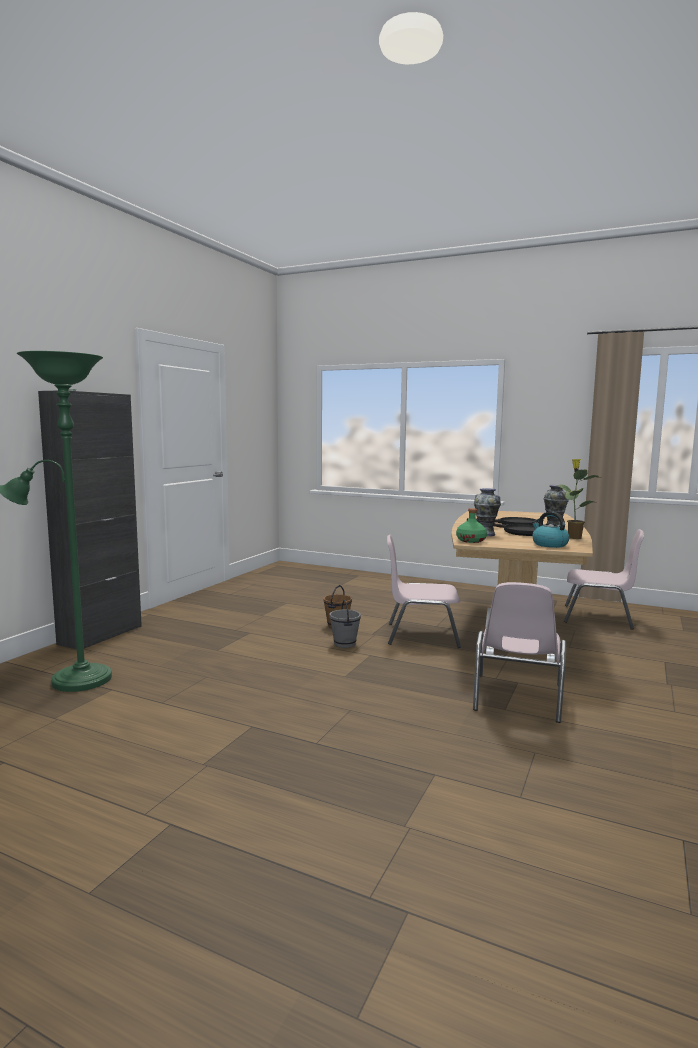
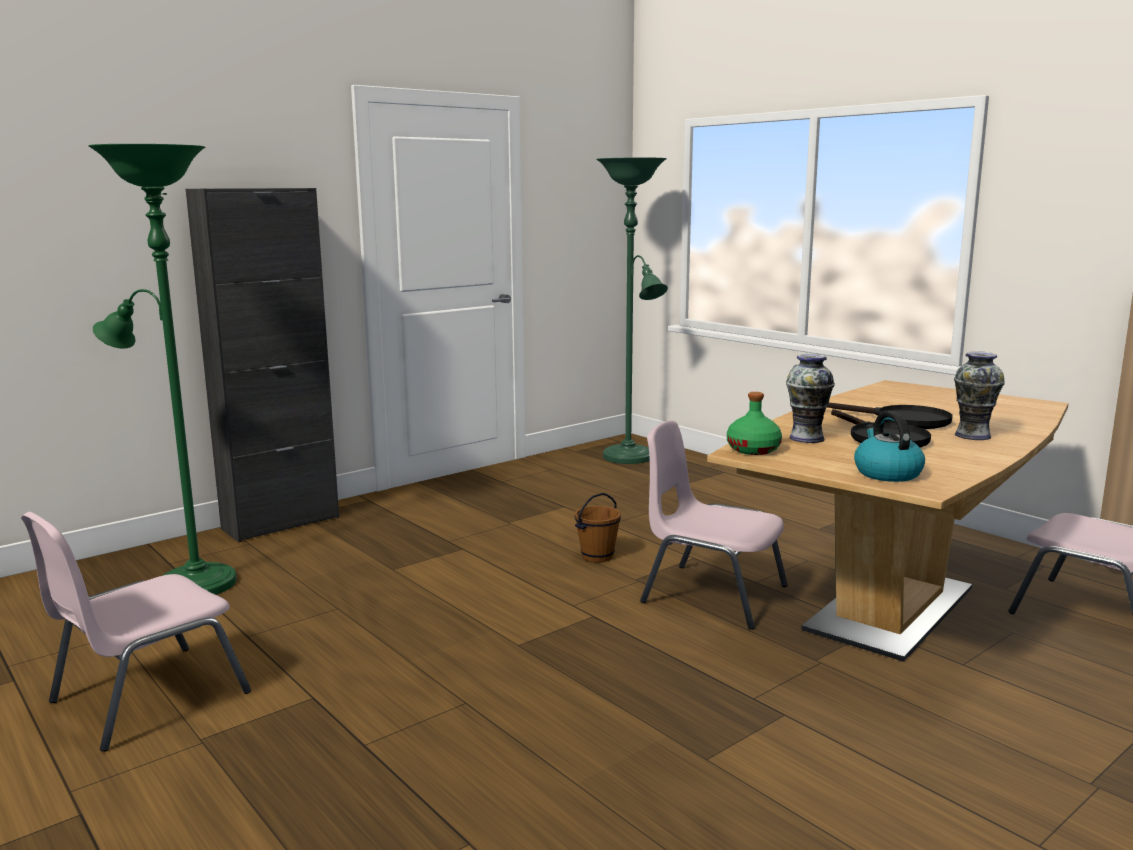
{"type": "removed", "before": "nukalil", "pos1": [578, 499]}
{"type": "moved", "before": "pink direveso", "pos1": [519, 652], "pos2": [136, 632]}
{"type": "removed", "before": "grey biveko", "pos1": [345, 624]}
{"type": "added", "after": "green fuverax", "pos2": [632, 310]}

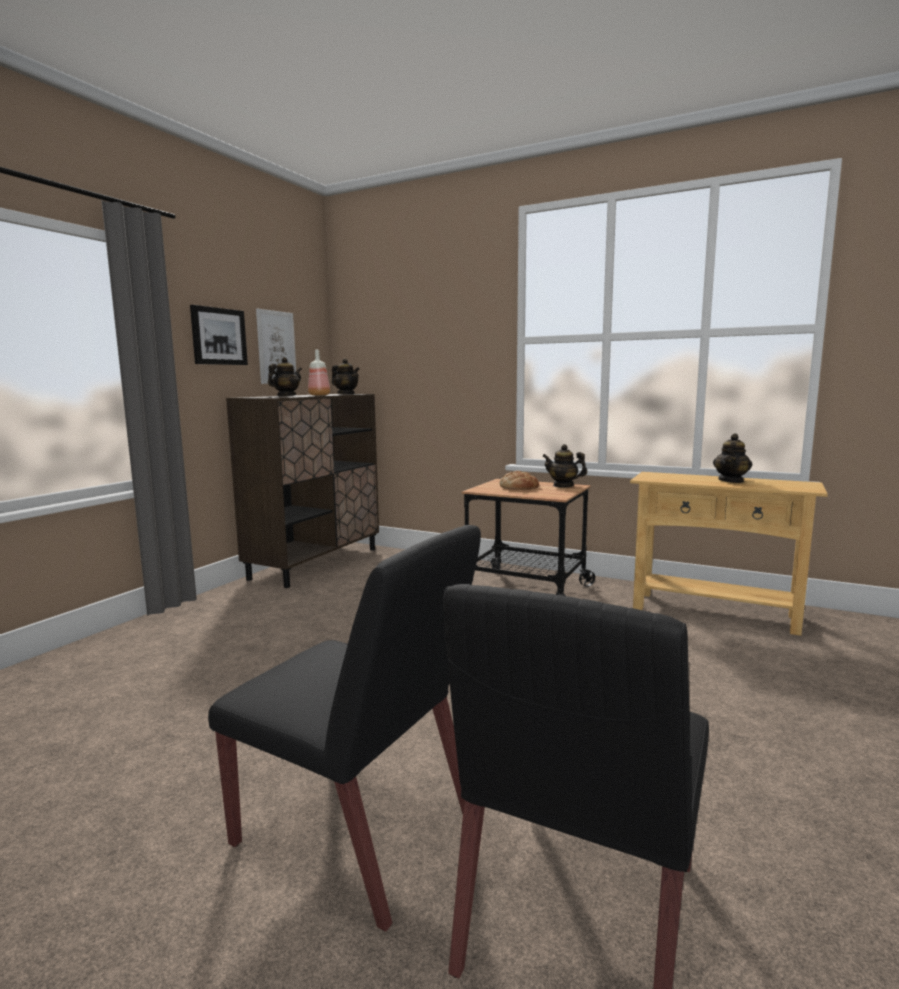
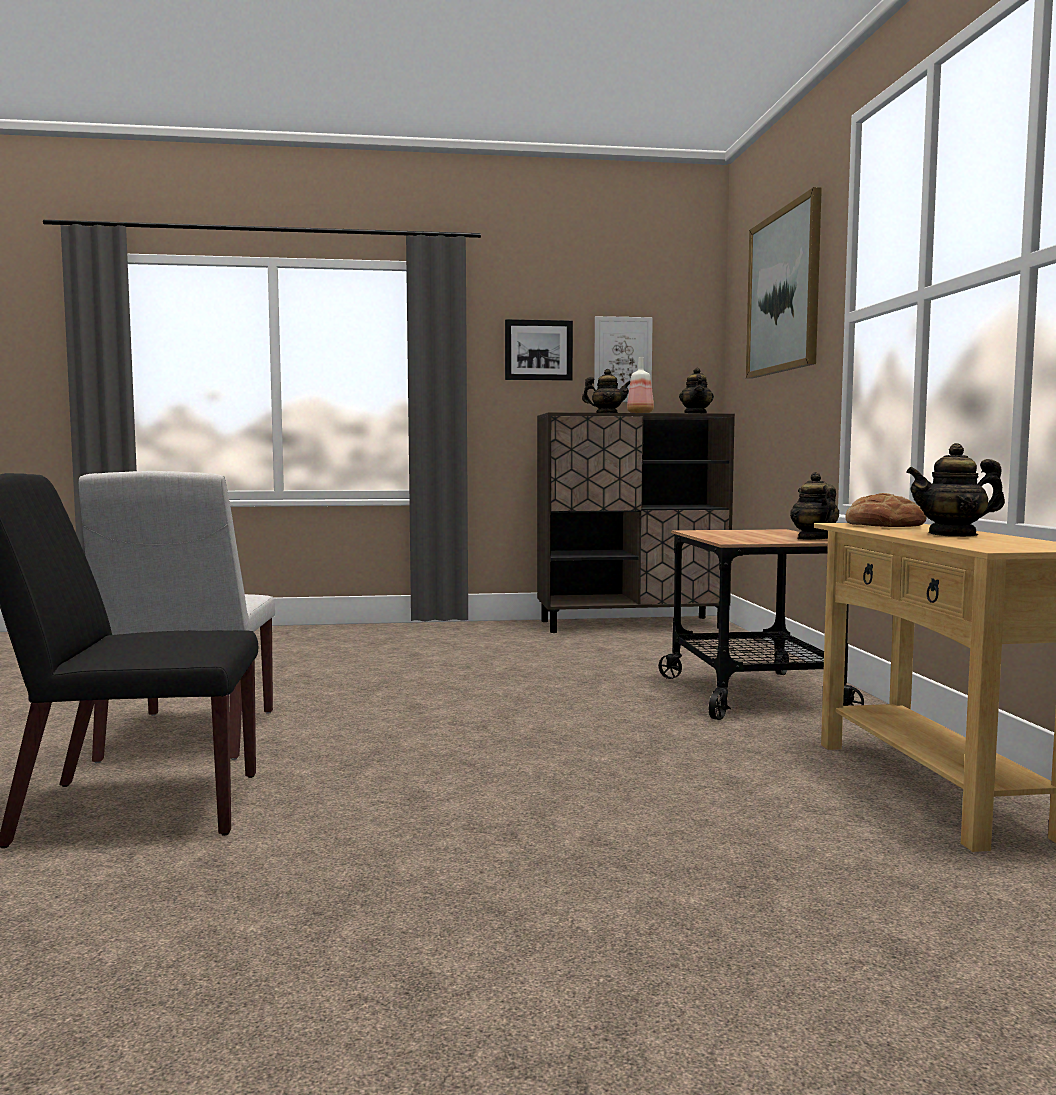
{"type": "moved", "before": "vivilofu", "pos1": [519, 480], "pos2": [886, 510]}
{"type": "recoloured", "before": "black direveso", "after": "white direveso", "pos1": [344, 728], "pos2": [177, 617]}
{"type": "added", "after": "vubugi", "pos2": [784, 282]}

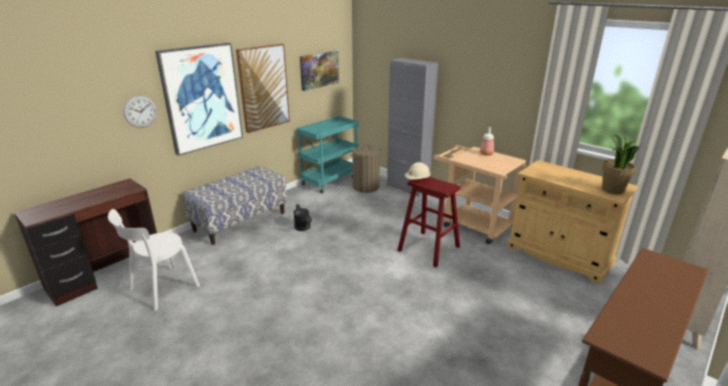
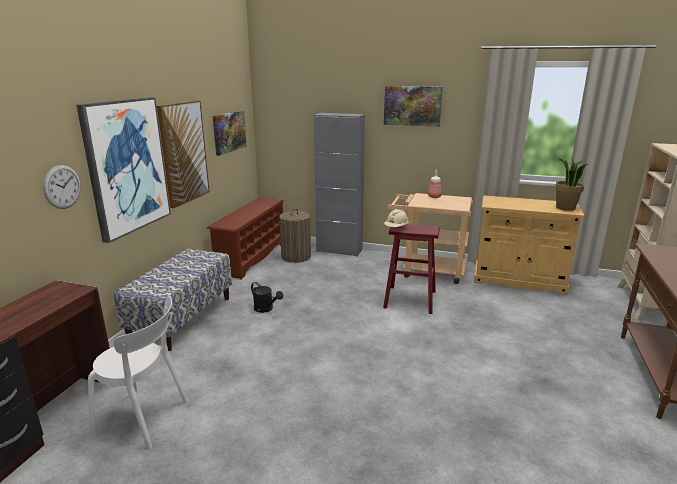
{"type": "replaced", "before": "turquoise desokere", "after": "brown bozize", "pos1": [328, 154], "pos2": [245, 239]}
{"type": "turned", "before": "white direveso", "pos1": [154, 260], "pos2": [138, 372], "turn": -90}
{"type": "added", "after": "vubugi", "pos2": [413, 106]}

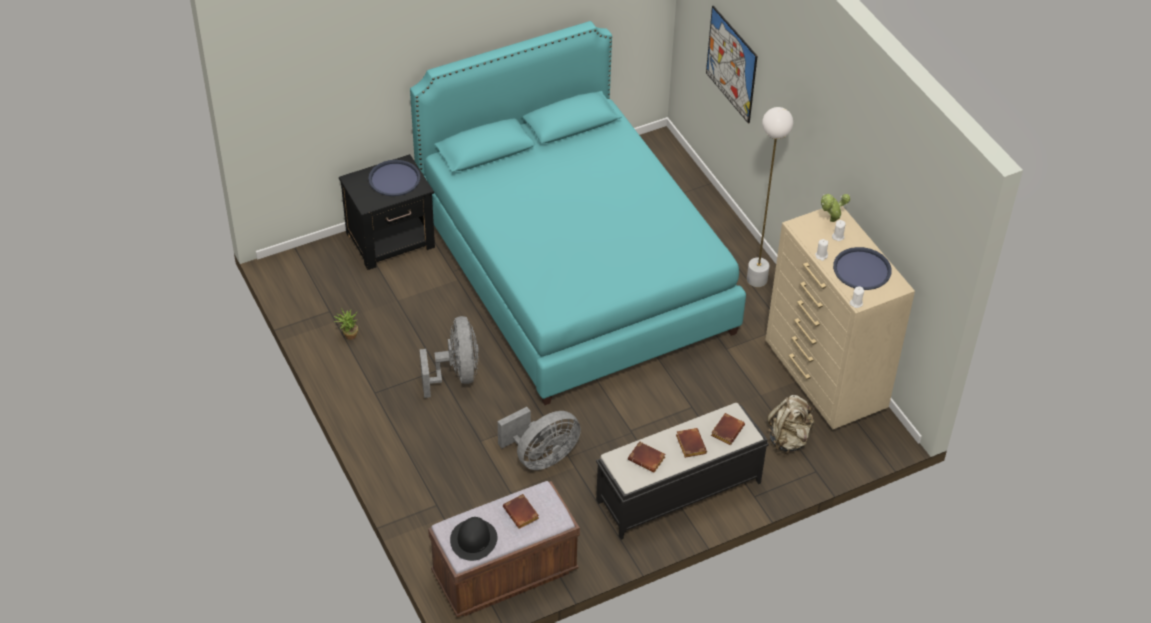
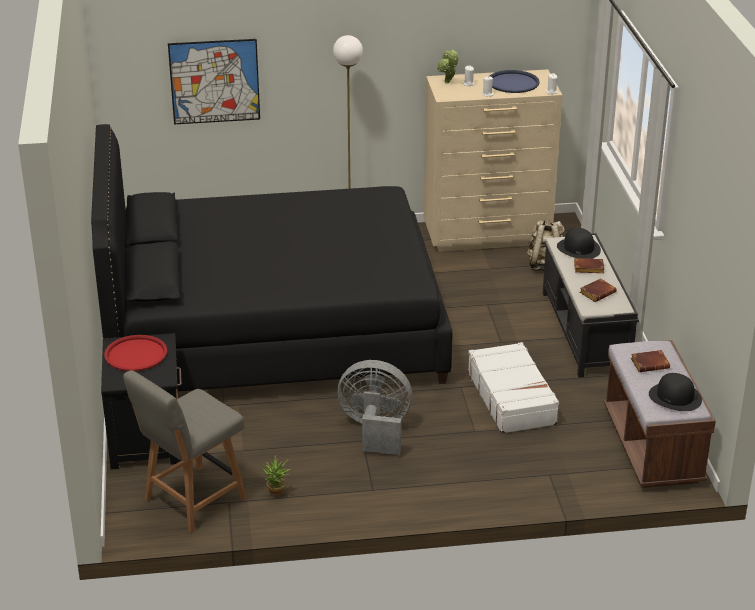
{"type": "recoloured", "before": "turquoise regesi", "after": "black regesi", "pos1": [578, 213], "pos2": [272, 258]}
{"type": "recoloured", "before": "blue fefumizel", "after": "red fefumizel", "pos1": [394, 178], "pos2": [135, 353]}
{"type": "replaced", "before": "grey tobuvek", "after": "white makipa", "pos1": [539, 438], "pos2": [513, 388]}
{"type": "replaced", "before": "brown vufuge", "after": "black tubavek", "pos1": [728, 429], "pos2": [579, 243]}
{"type": "added", "after": "grey direveso", "pos2": [185, 451]}

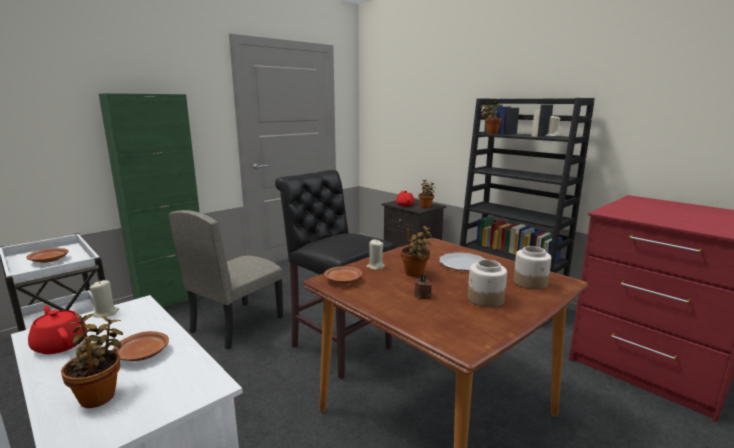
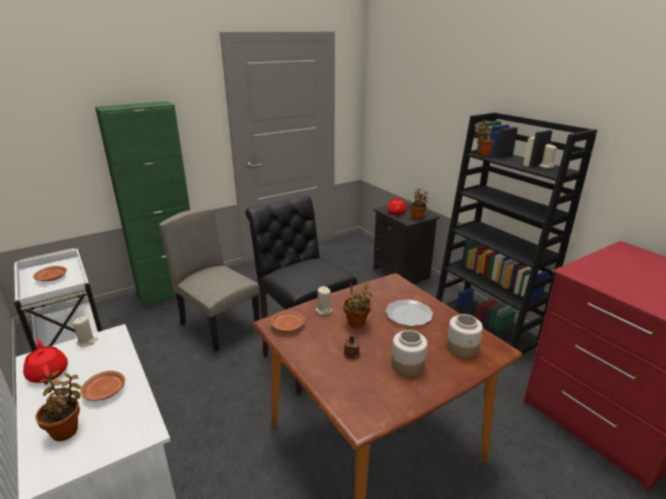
{"type": "turned", "before": "beige direveso", "pos1": [226, 280], "pos2": [209, 280], "turn": 90}

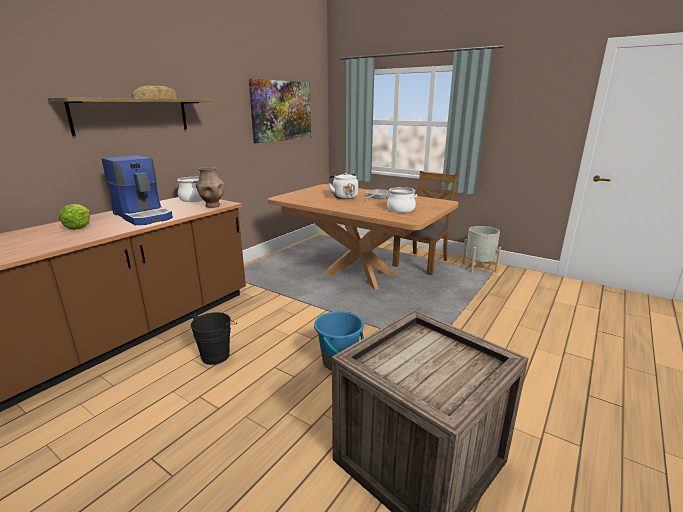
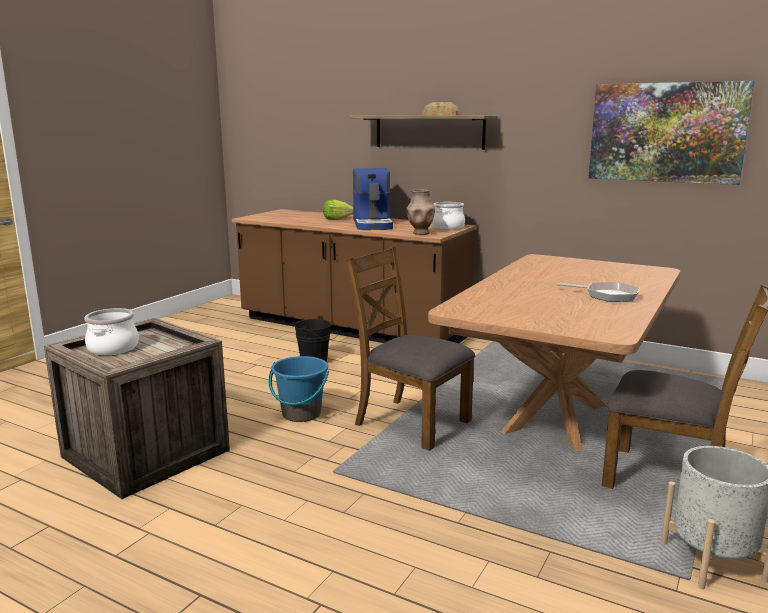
{"type": "turned", "before": "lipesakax", "pos1": [137, 190], "pos2": [373, 199], "turn": -45}
{"type": "removed", "before": "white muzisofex", "pos1": [343, 186]}
{"type": "moved", "before": "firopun", "pos1": [402, 200], "pos2": [111, 331]}
{"type": "added", "after": "brown direveso", "pos2": [410, 349]}

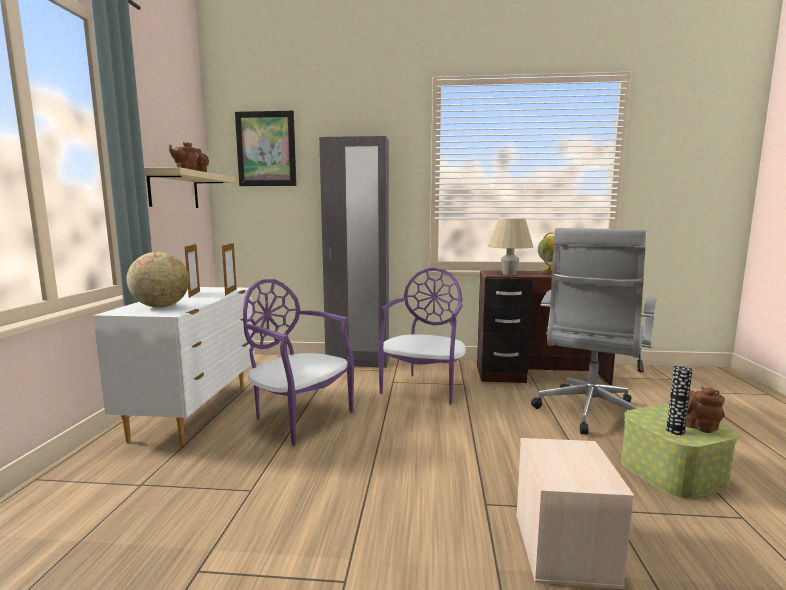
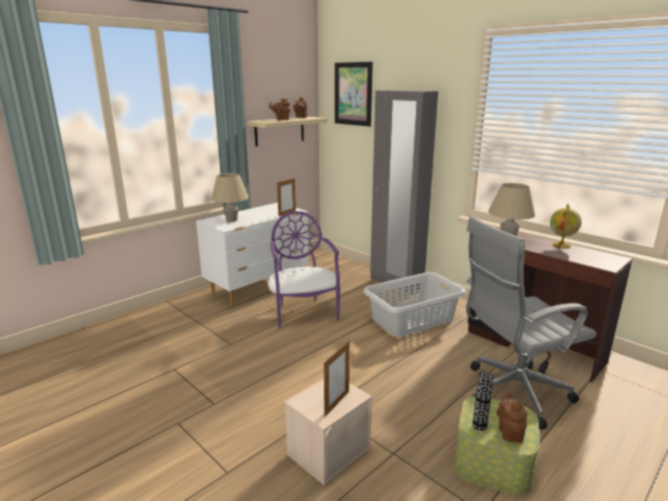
{"type": "moved", "before": "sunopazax", "pos1": [192, 271], "pos2": [337, 379]}
{"type": "replaced", "before": "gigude", "after": "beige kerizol", "pos1": [158, 280], "pos2": [230, 197]}
{"type": "replaced", "before": "purple direveso", "after": "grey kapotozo", "pos1": [422, 336], "pos2": [414, 304]}

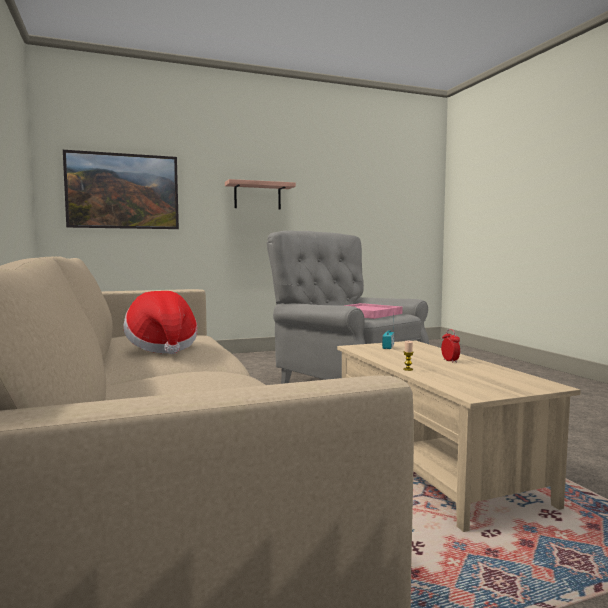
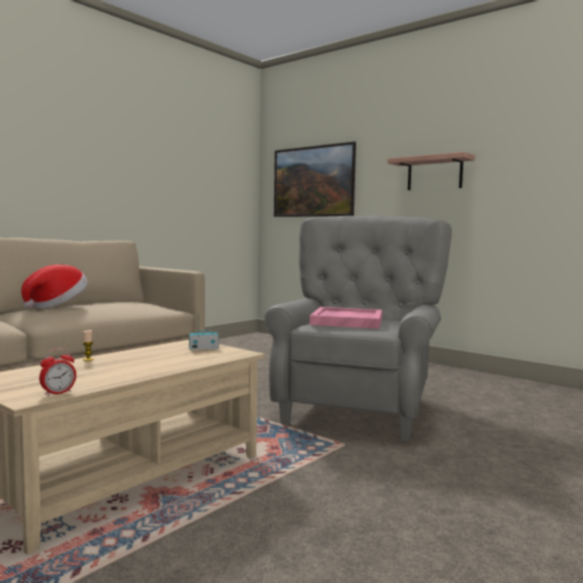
{"type": "moved", "before": "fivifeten", "pos1": [450, 346], "pos2": [57, 372]}

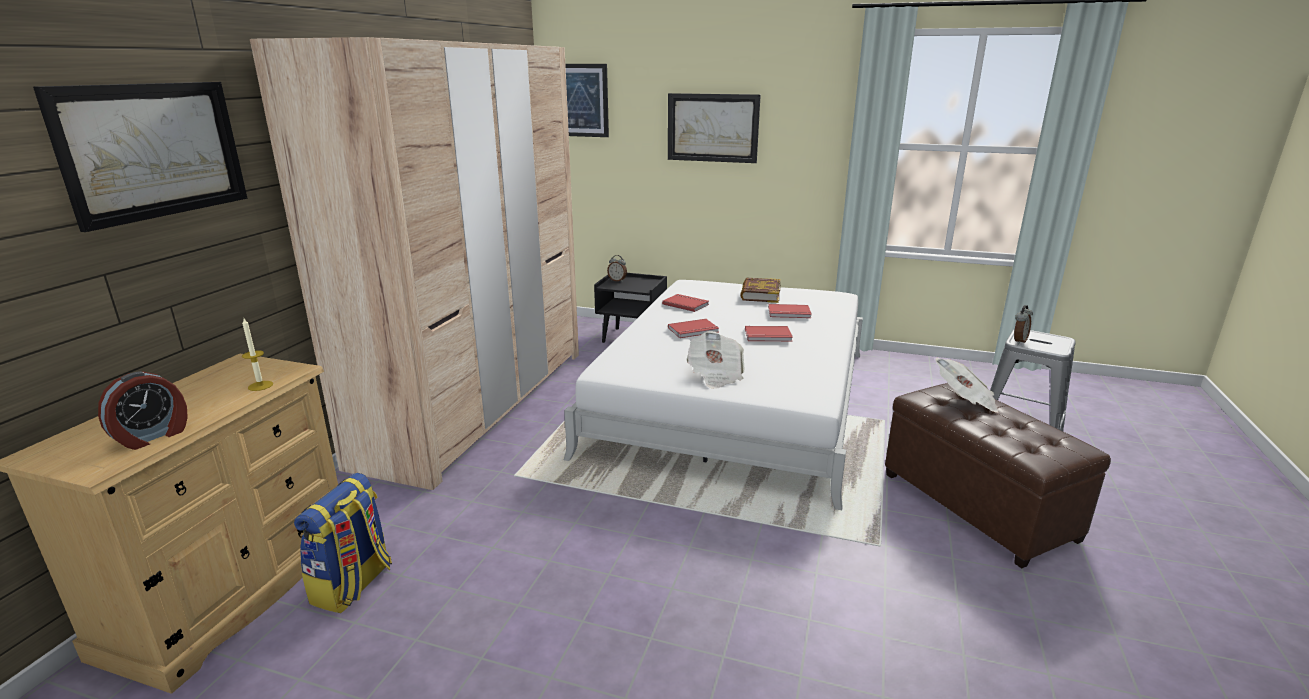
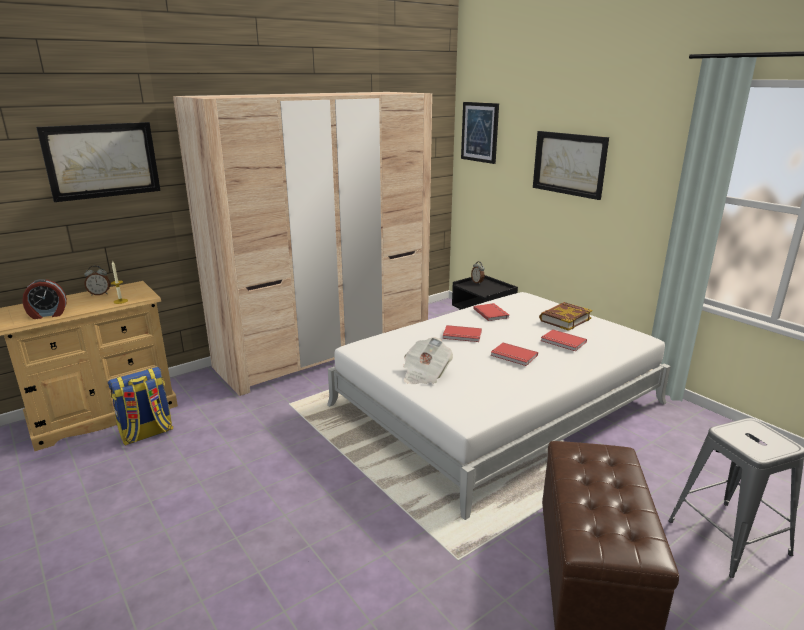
{"type": "moved", "before": "fivifeten", "pos1": [1023, 324], "pos2": [97, 280]}
{"type": "removed", "before": "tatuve", "pos1": [967, 385]}

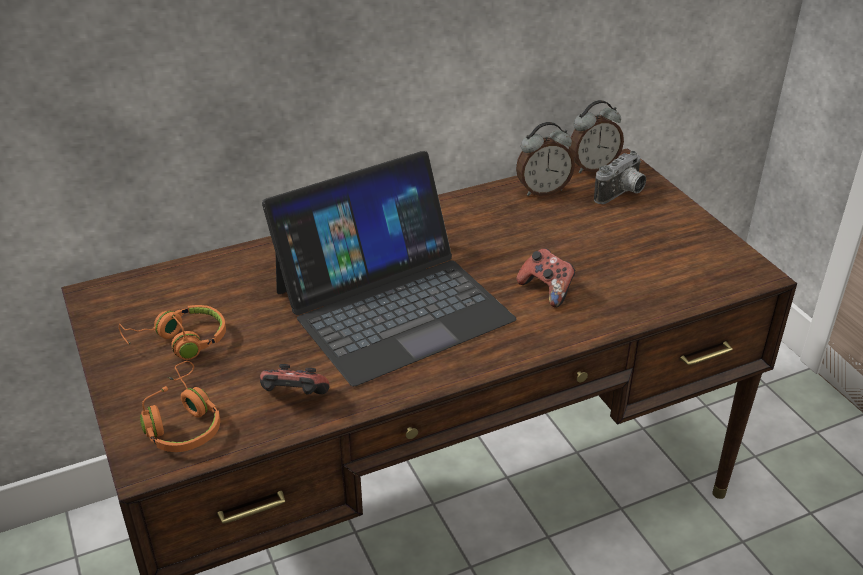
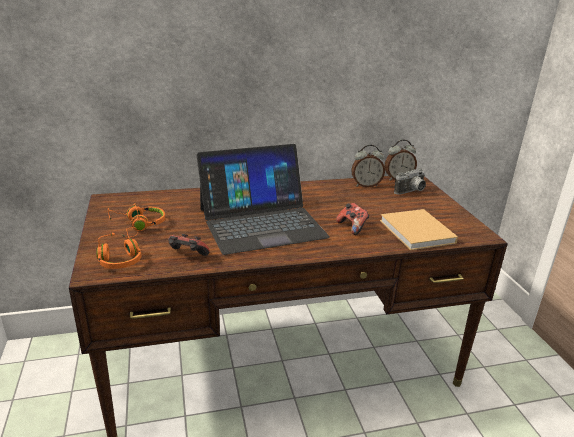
{"type": "added", "after": "beige vufuge", "pos2": [419, 229]}

